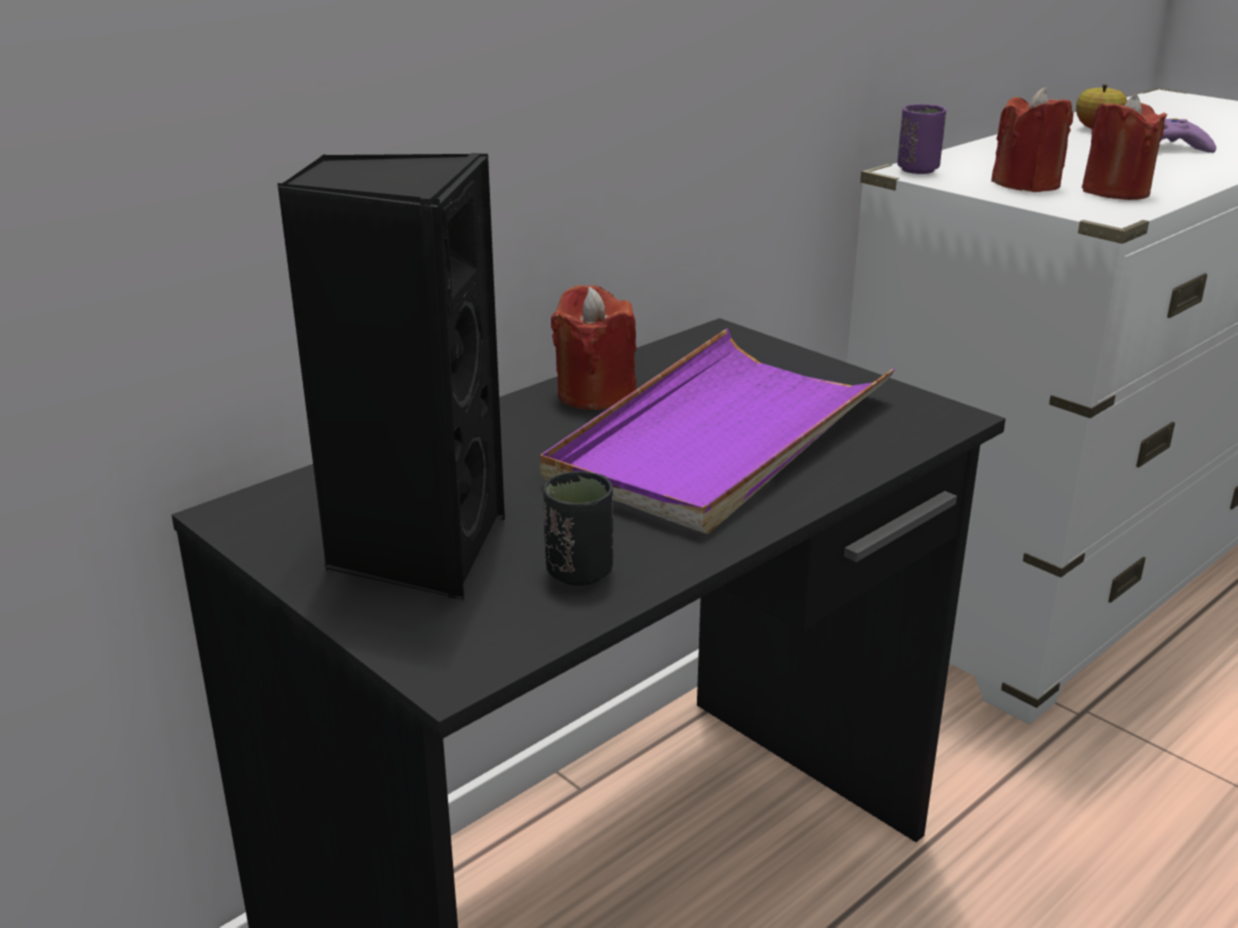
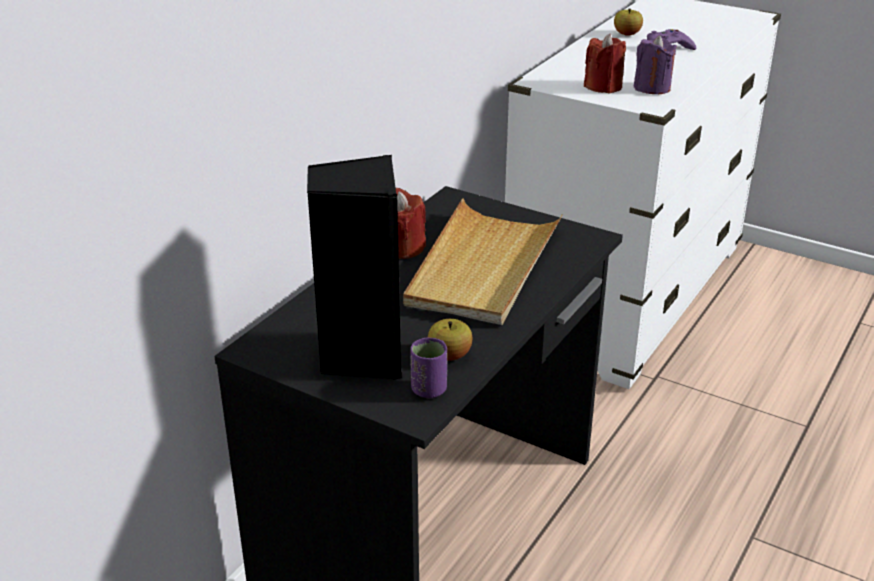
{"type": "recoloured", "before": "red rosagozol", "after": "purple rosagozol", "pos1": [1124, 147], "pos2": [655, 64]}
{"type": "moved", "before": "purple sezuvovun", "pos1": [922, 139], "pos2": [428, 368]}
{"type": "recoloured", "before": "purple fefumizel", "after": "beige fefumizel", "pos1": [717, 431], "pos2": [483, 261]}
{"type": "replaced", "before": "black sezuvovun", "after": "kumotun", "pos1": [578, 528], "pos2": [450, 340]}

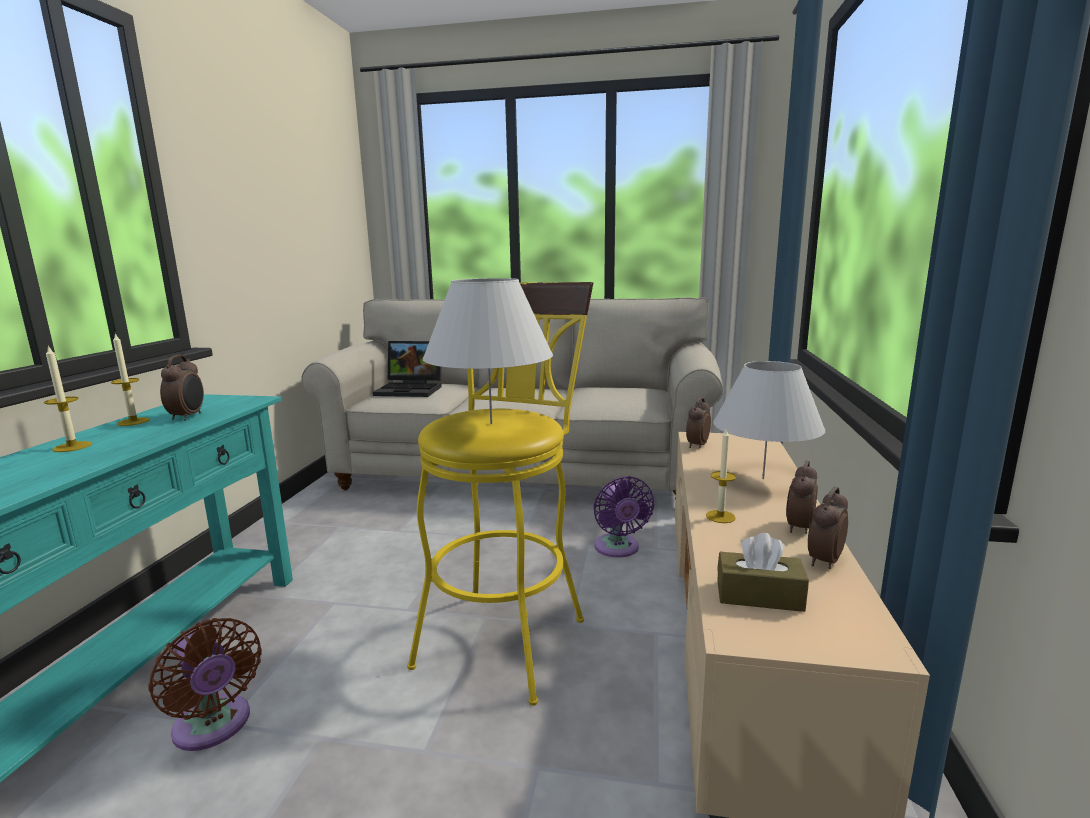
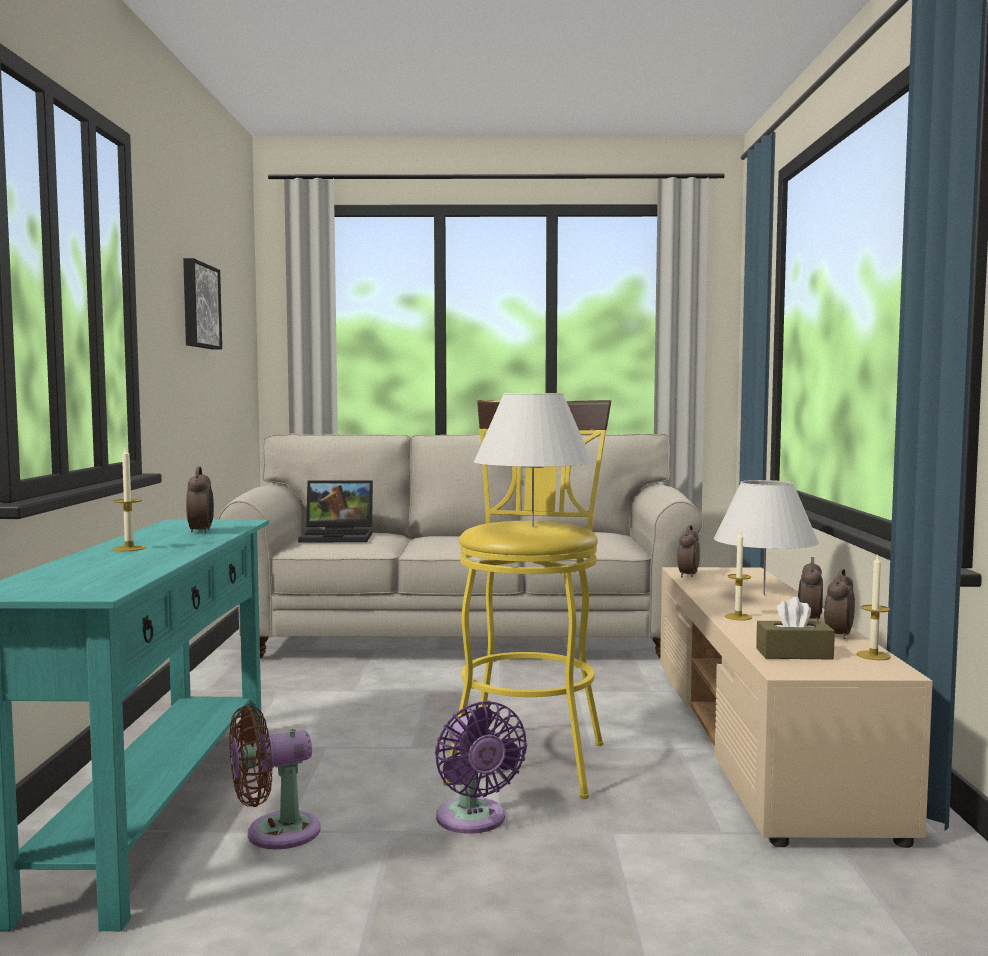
{"type": "moved", "before": "rosagozol", "pos1": [130, 379], "pos2": [874, 607]}
{"type": "moved", "before": "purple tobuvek", "pos1": [624, 517], "pos2": [481, 767]}
{"type": "turned", "before": "brown tobuvek", "pos1": [205, 684], "pos2": [275, 777], "turn": 120}
{"type": "added", "after": "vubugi", "pos2": [202, 304]}

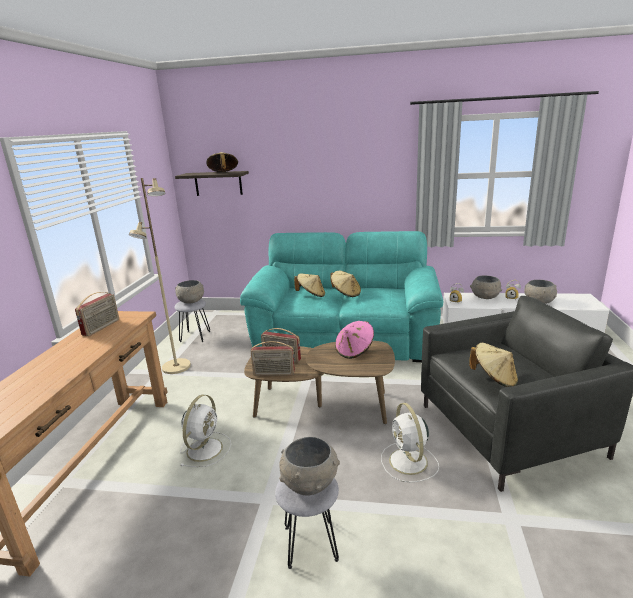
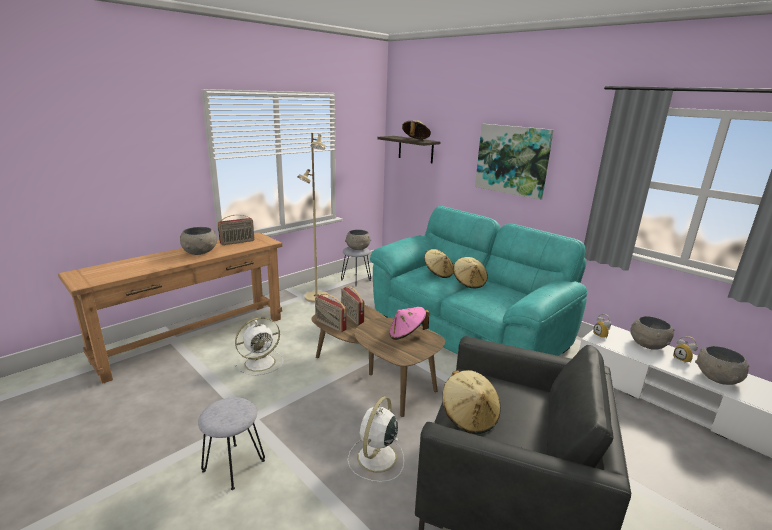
{"type": "moved", "before": "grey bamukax", "pos1": [309, 466], "pos2": [198, 241]}
{"type": "added", "after": "vubugi", "pos2": [514, 162]}

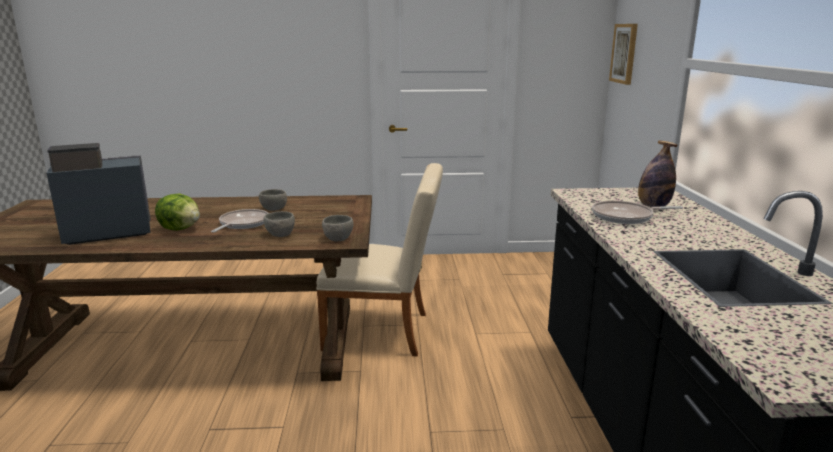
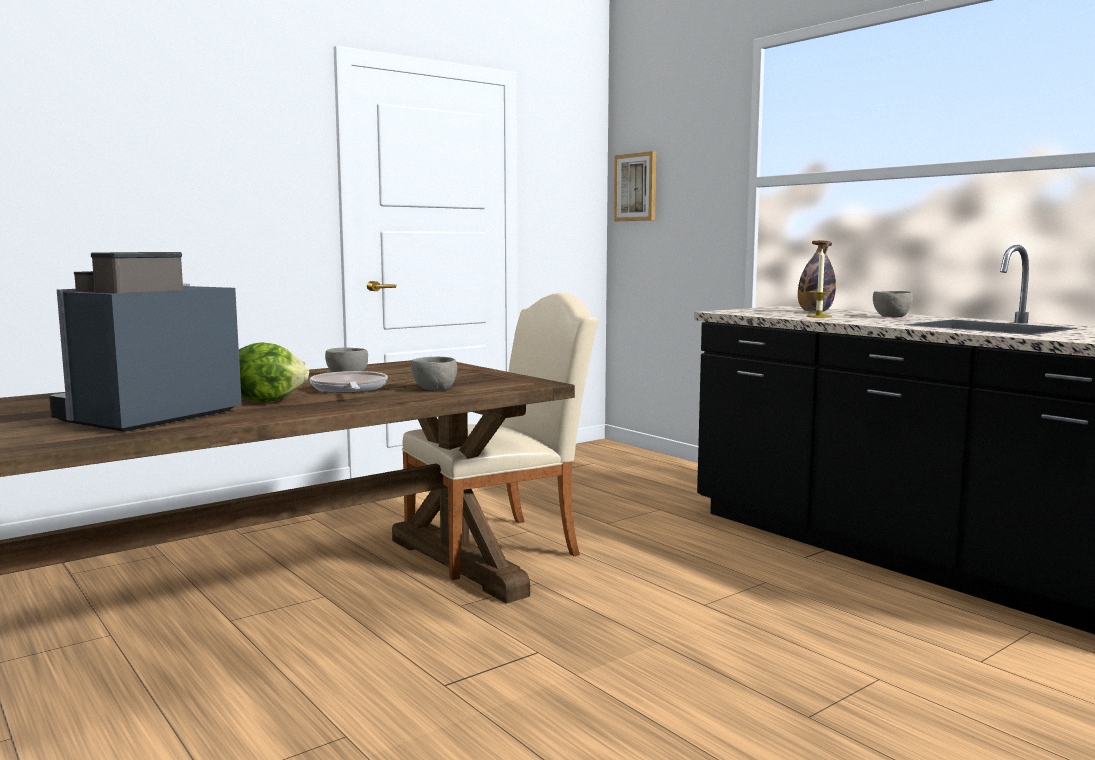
{"type": "replaced", "before": "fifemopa", "after": "rosagozol", "pos1": [637, 212], "pos2": [819, 284]}
{"type": "moved", "before": "grey bamukax", "pos1": [337, 228], "pos2": [893, 304]}

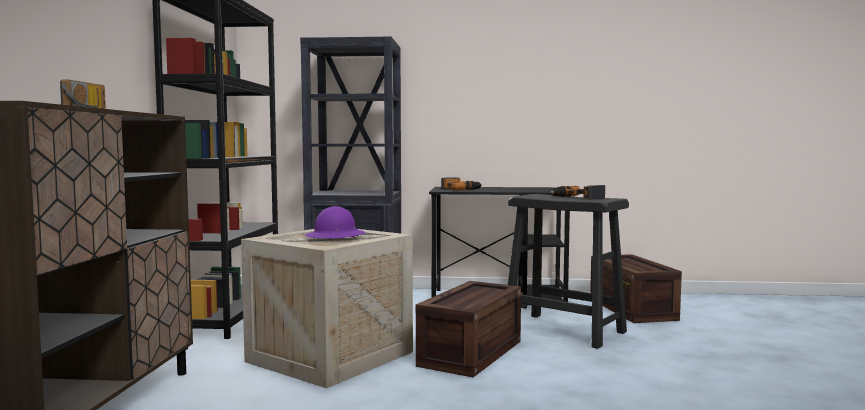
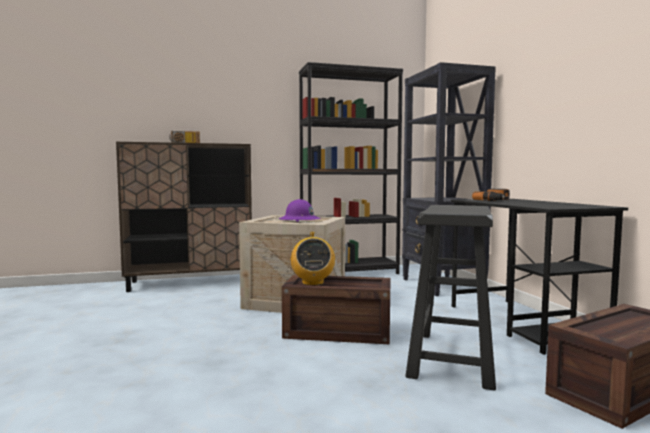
{"type": "removed", "before": "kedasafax", "pos1": [578, 192]}
{"type": "added", "after": "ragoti", "pos2": [313, 259]}

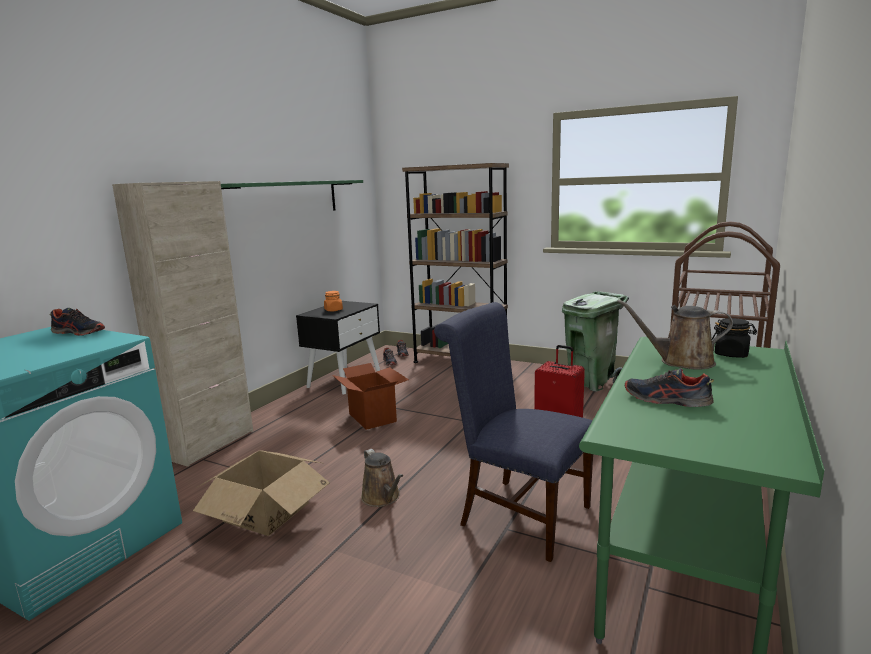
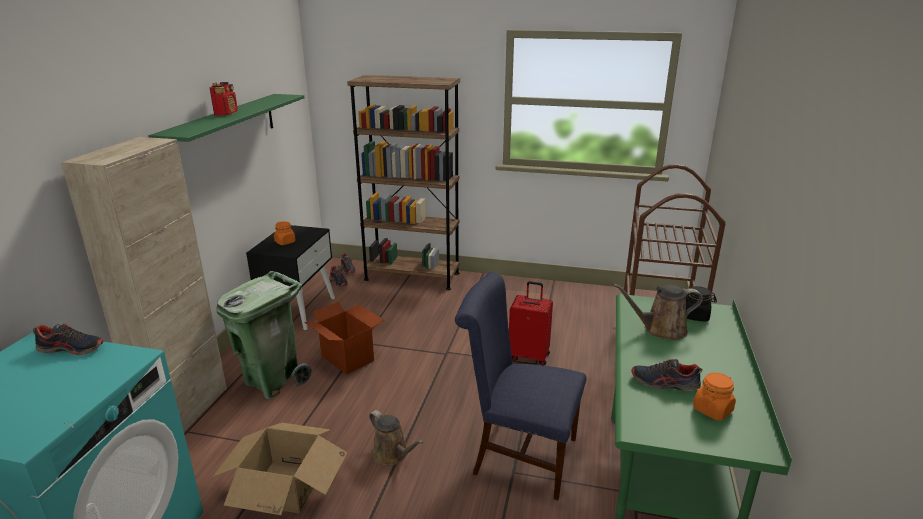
{"type": "moved", "before": "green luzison", "pos1": [595, 341], "pos2": [264, 335]}
{"type": "added", "after": "ragoti", "pos2": [224, 99]}
{"type": "added", "after": "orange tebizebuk", "pos2": [714, 397]}

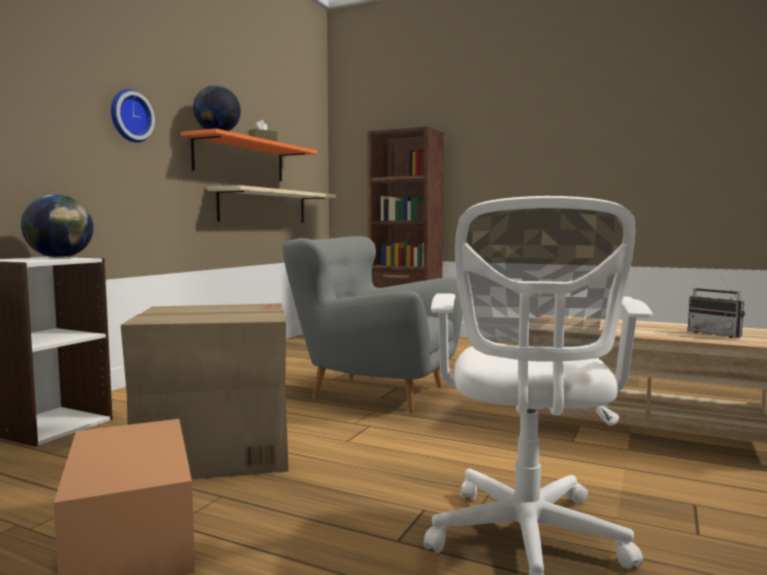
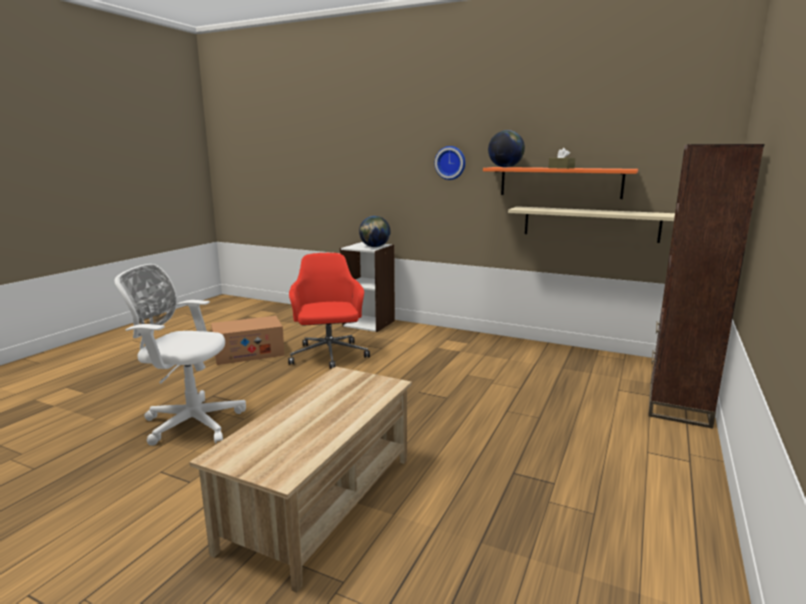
{"type": "removed", "before": "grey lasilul", "pos1": [372, 324]}
{"type": "removed", "before": "ragoti", "pos1": [716, 307]}
{"type": "replaced", "before": "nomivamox", "after": "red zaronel", "pos1": [205, 391], "pos2": [329, 311]}

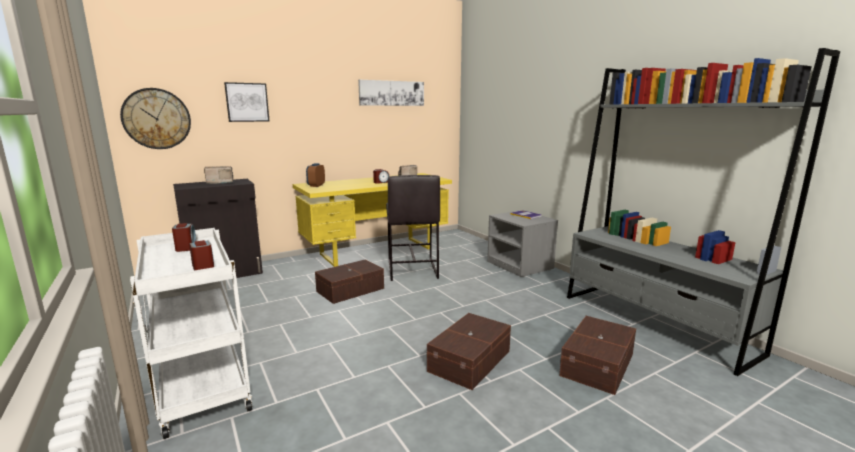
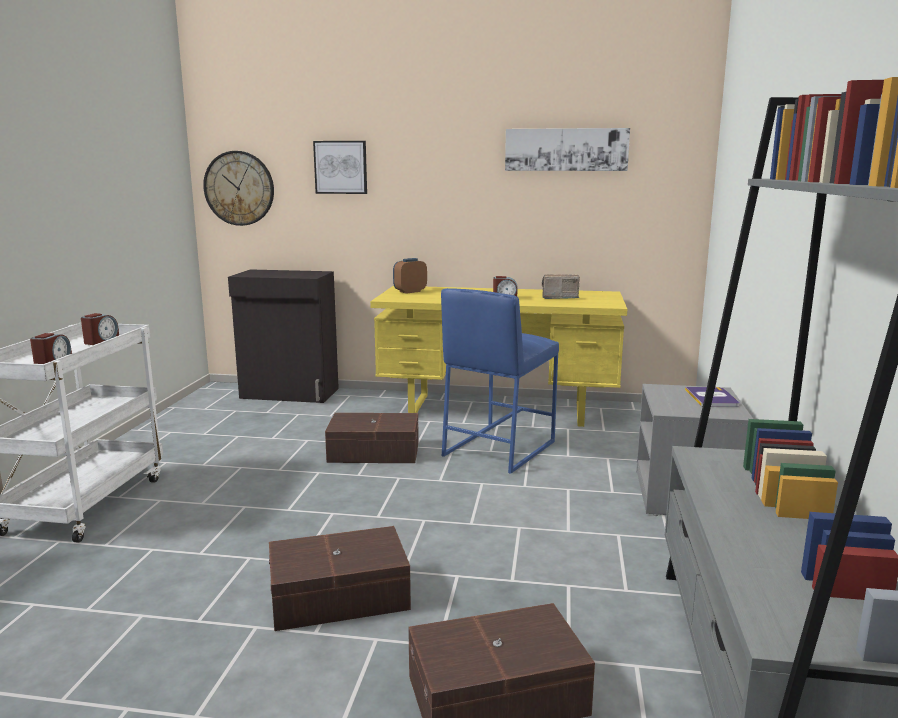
{"type": "removed", "before": "ragoti", "pos1": [219, 175]}
{"type": "recoloured", "before": "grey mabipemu", "after": "blue mabipemu", "pos1": [413, 228], "pos2": [500, 381]}

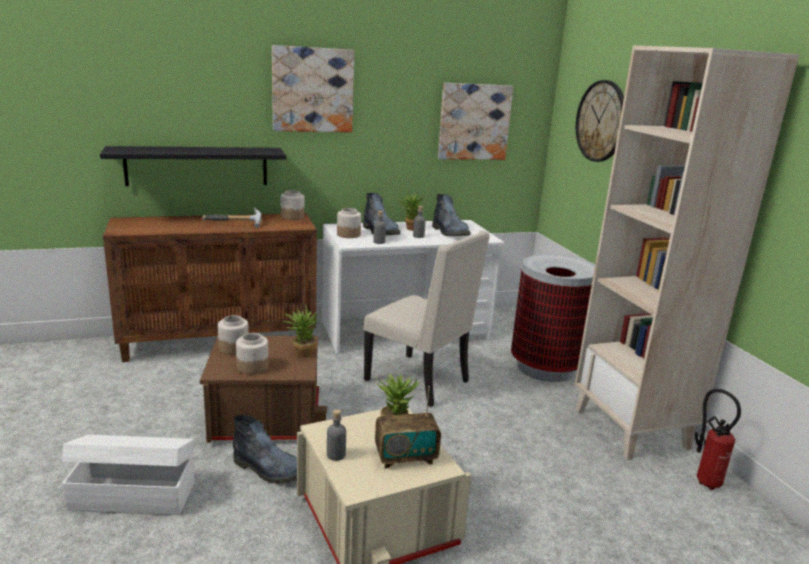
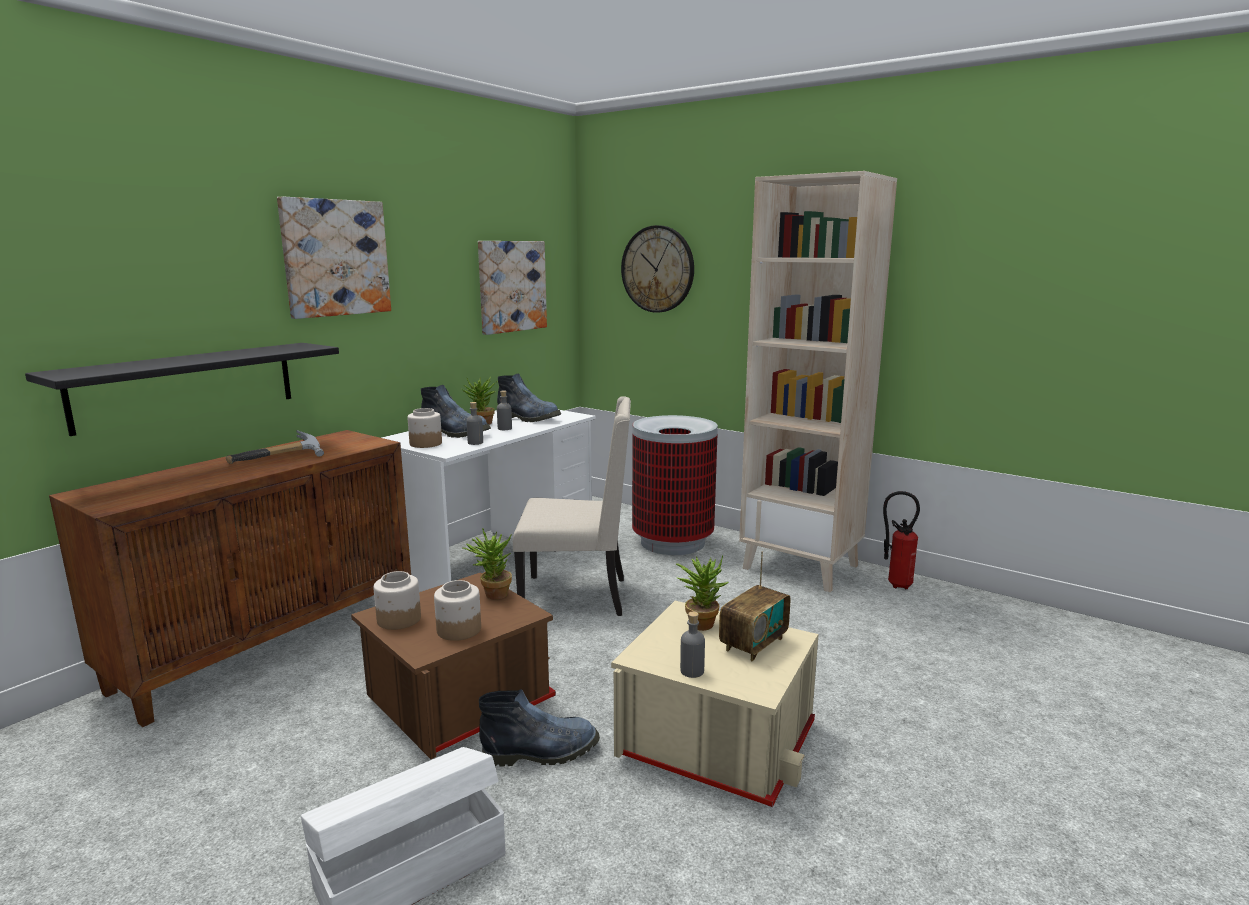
{"type": "removed", "before": "tebizebuk", "pos1": [293, 205]}

